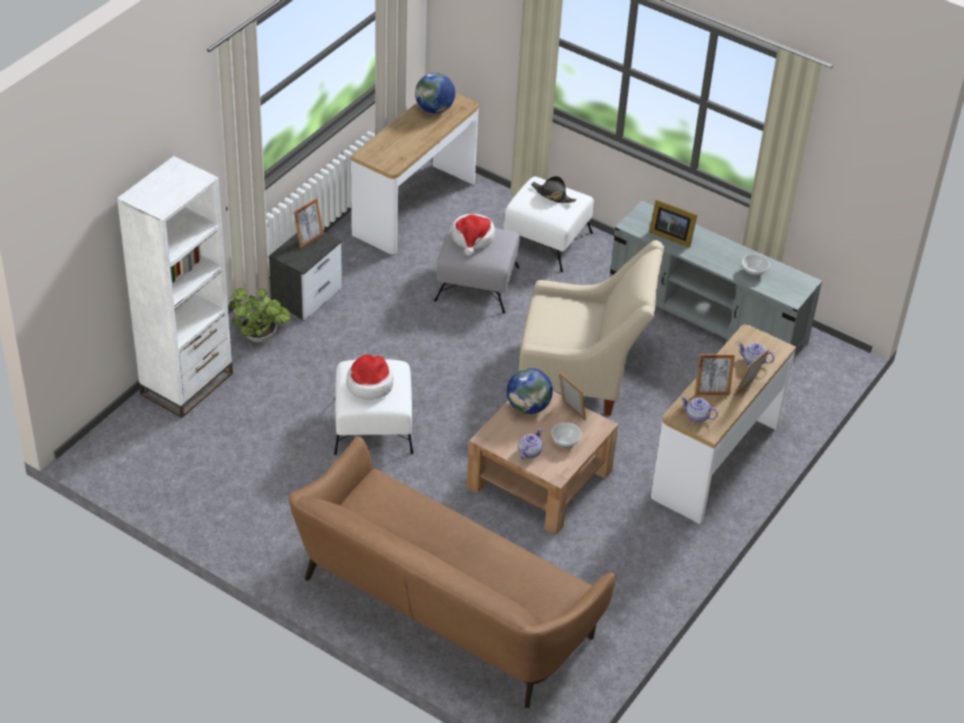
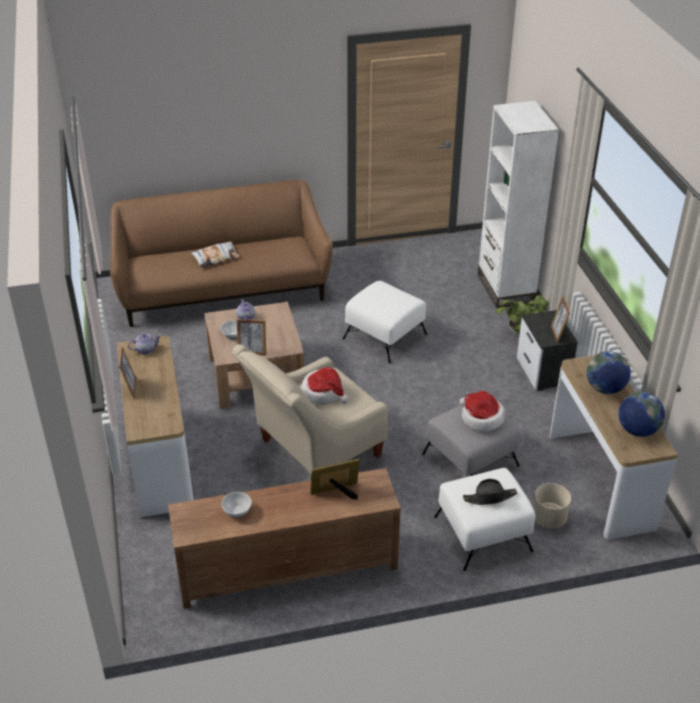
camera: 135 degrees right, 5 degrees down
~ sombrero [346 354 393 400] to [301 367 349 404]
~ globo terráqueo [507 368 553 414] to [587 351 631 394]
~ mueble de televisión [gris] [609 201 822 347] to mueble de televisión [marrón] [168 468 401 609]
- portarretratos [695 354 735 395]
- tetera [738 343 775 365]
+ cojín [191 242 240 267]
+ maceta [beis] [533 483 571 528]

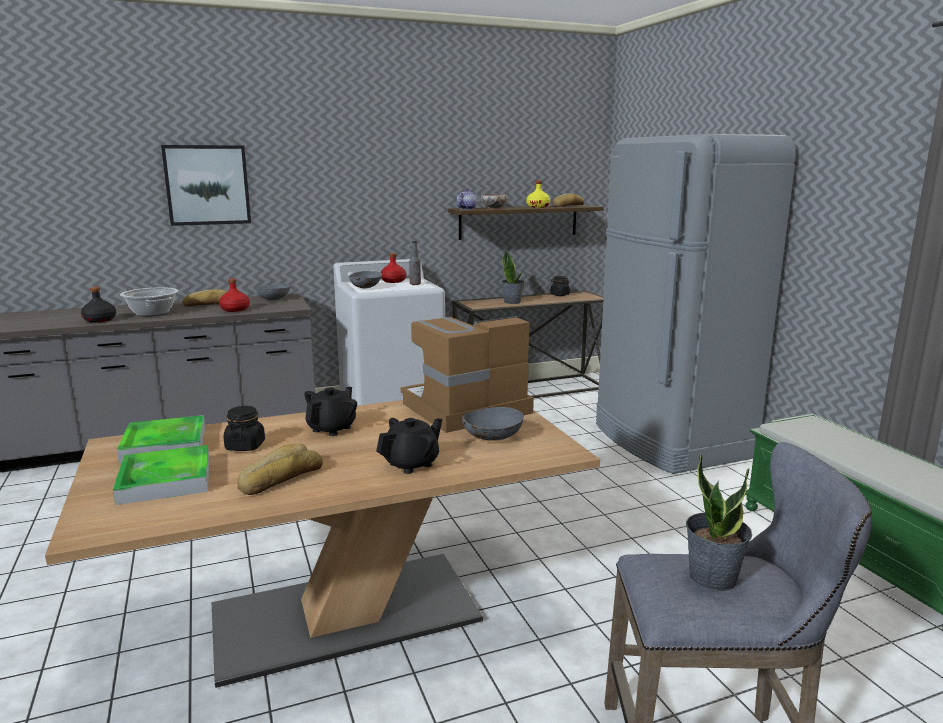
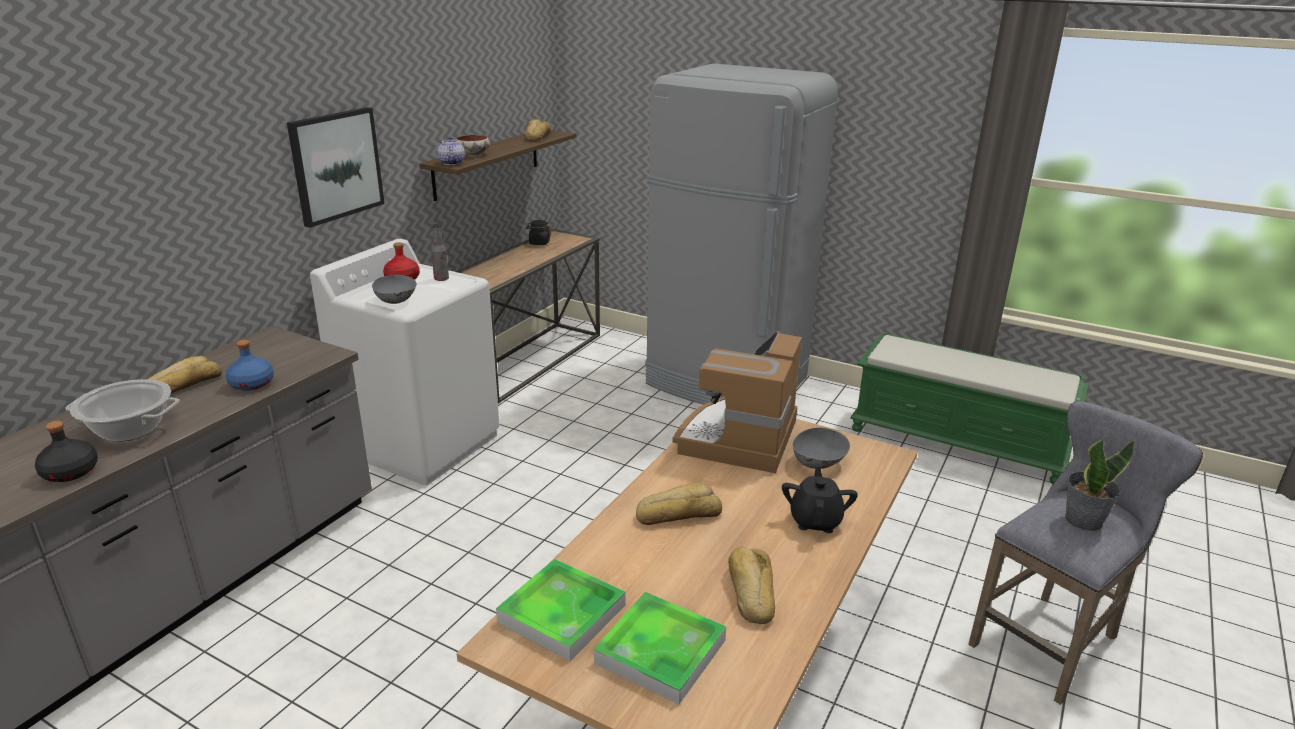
camera: 40 degrees left, 10 degrees up
~ cuadro [161 145 251 226] to [287 107 385 228]
~ botella [rojo] [219 278 250 312] to botella [azul] [226 340 274 391]
- tarro [negro] [224 406 265 451]
- cuenco [gris] [255 284 290 300]
~ tetera [negro] [305 387 357 436] to pan [636 483 722 525]
- planta en maceta [502 250 525 304]
- botella [amarillo] [526 180 550 208]

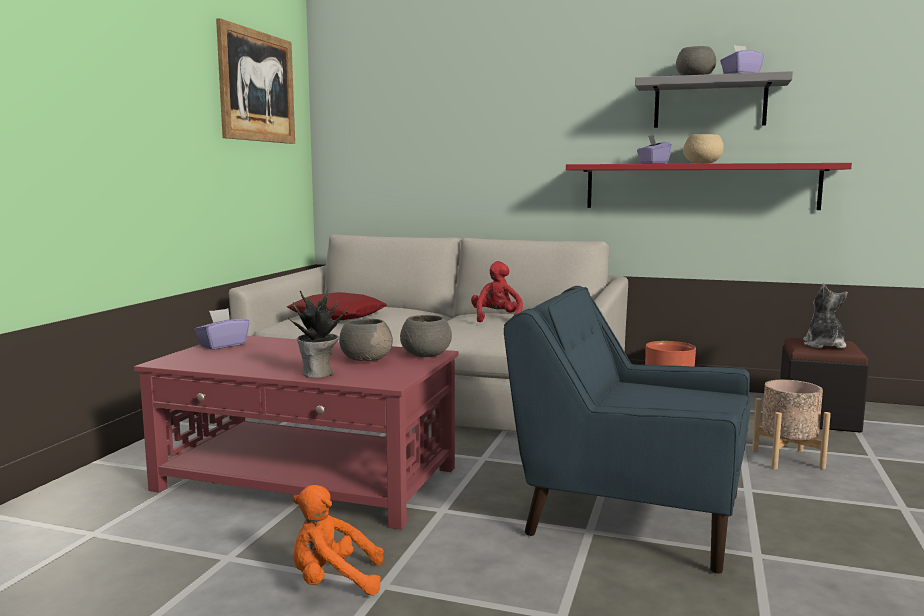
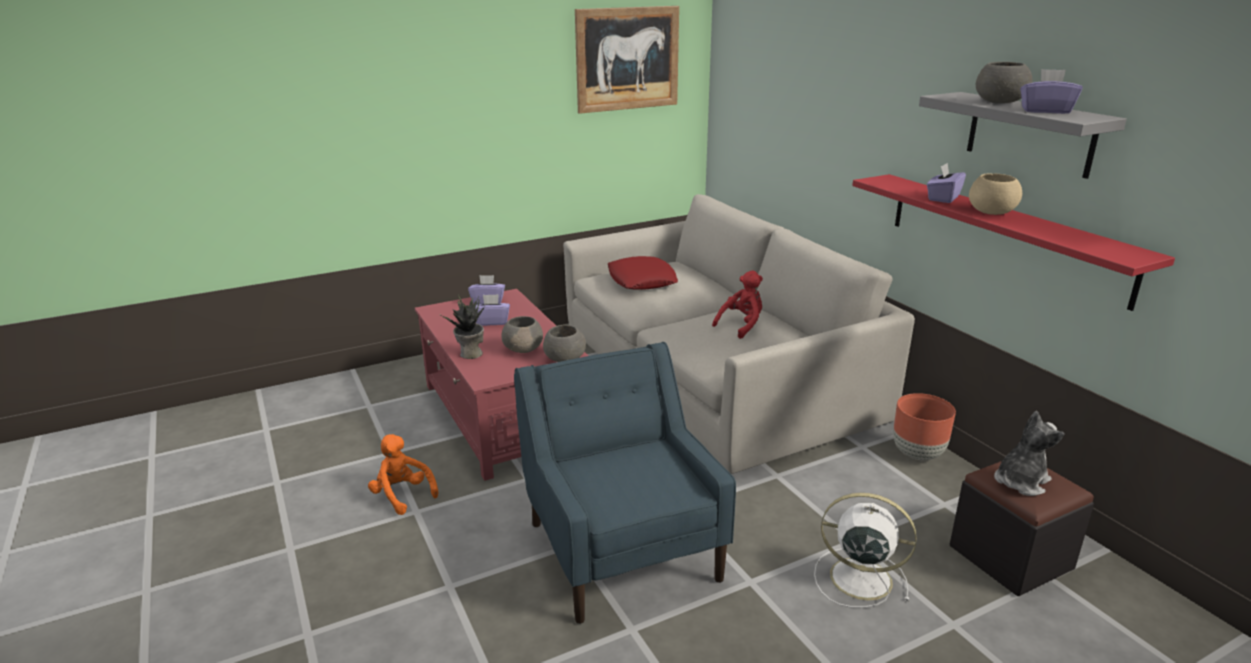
camera: 45 degrees right, 15 degrees up
~ maceta [beis] [752 380 831 470] to ventilador [blanco] [814 493 917 608]
+ caja de pañuelos [morado] [475 294 510 326]

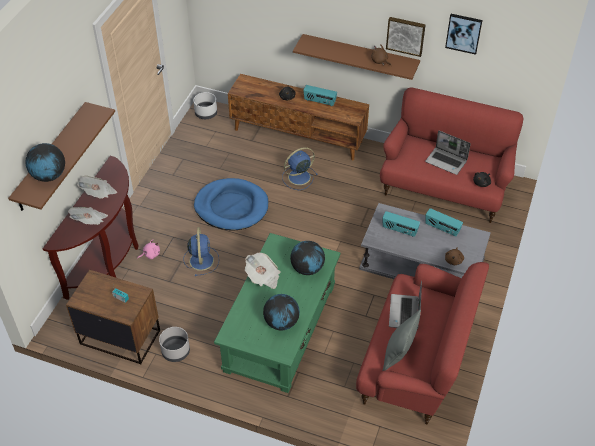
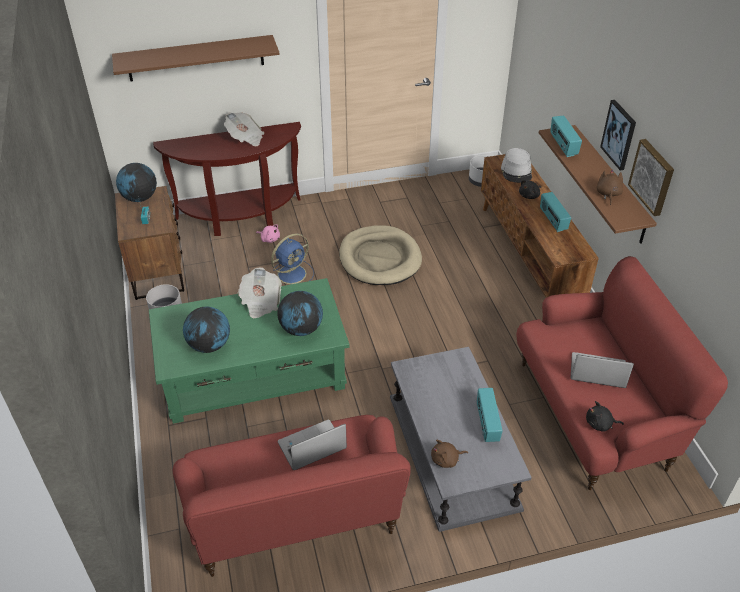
camera: 55 degrees right, 5 degrees down
~ globo terráqueo [25 143 65 182] to [116 163 157 202]
- periódico [68 207 108 225]
~ cama para perro [azul] [194 178 268 231] to cama para perro [beis] [339 225 422 285]
- ventilador [azul] [282 147 318 190]
~ radio [382 211 420 237] to [550 116 582 157]
- cojín [gris] [383 309 421 371]
~ portátil [425 131 471 175] = [571 352 634 388] 105 degrees clockwise
~ cuadro [445 14 482 55] to [600 100 636 171]
+ sombrero [gris] [501 148 532 183]

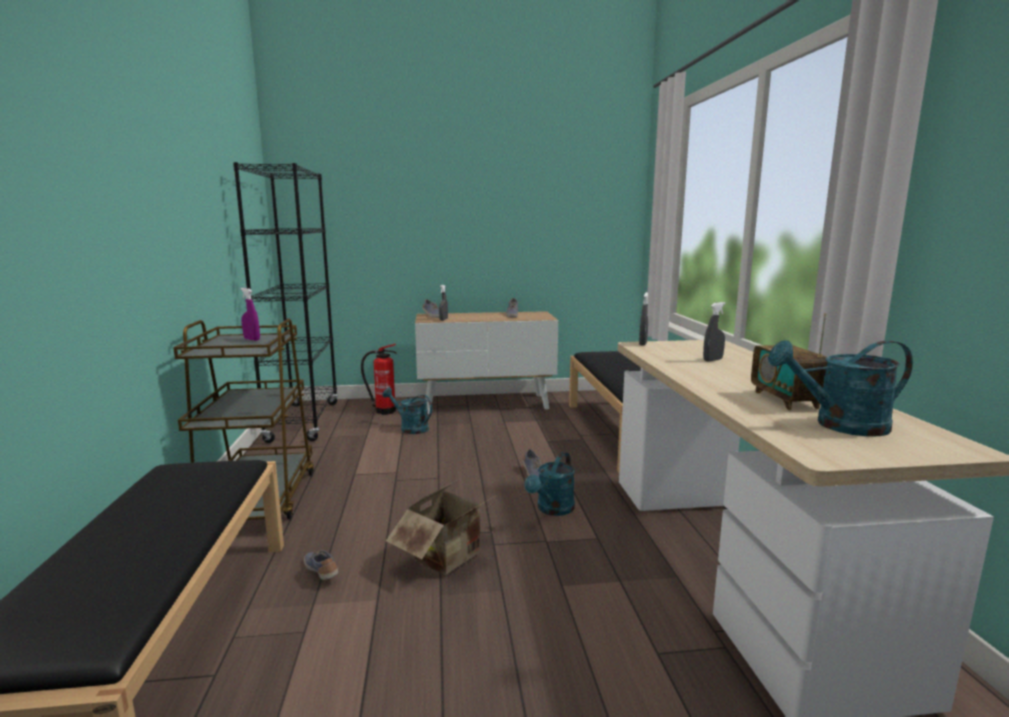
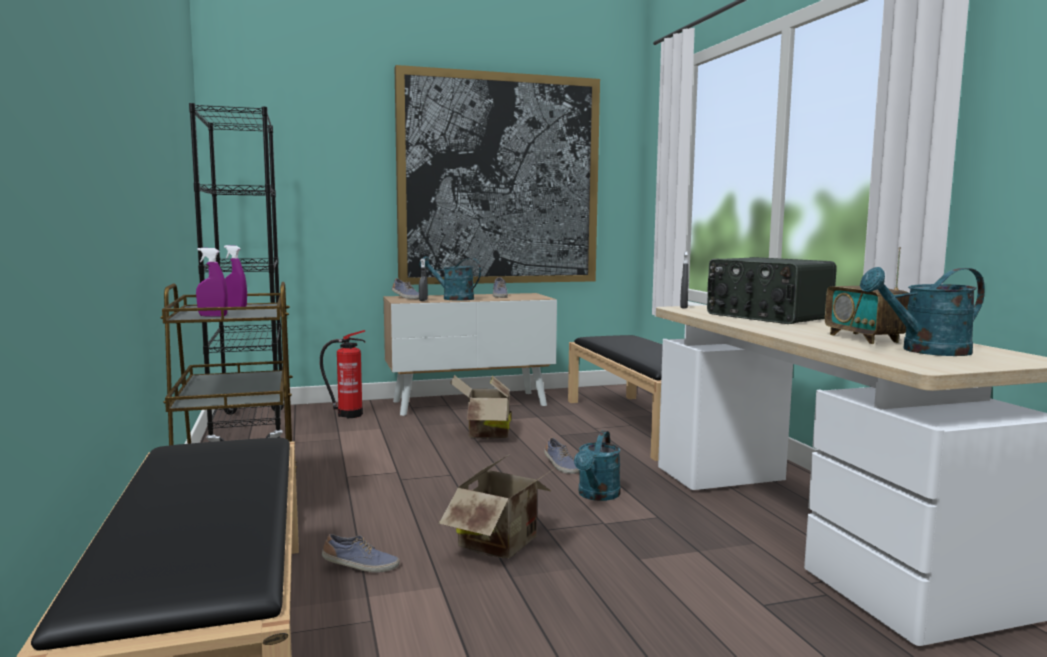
camera: 10 degrees left, 5 degrees down
~ zapato [304 550 338 580] = [322 534 400 573] 135 degrees clockwise
~ regadera [turquesa] [382 388 433 434] to [419 256 481 301]
~ pulverizador [gris] [703 302 726 361] to radio [707 257 837 324]
+ pulverizador [morado] [196 248 228 317]
+ cuadro [395 65 600 285]
+ caja de cartón [450 375 512 439]

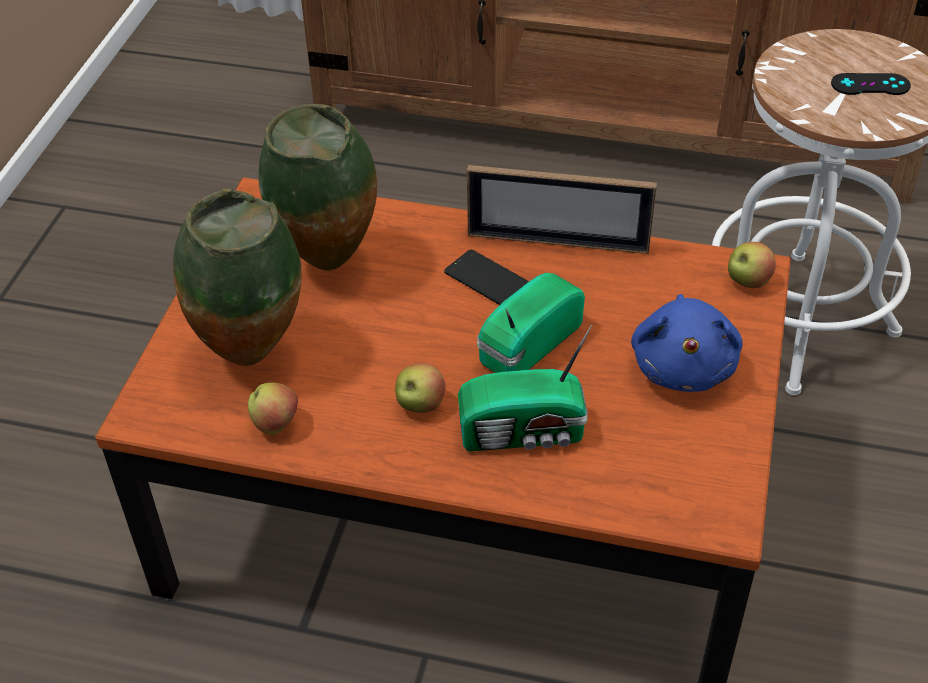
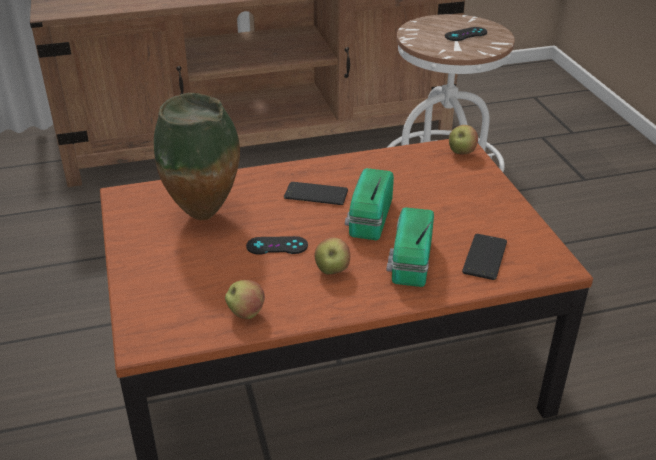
camera: 30 degrees left, 10 degrees down
- florero [173 188 302 366]
~ radio [458 324 593 451] = [386 207 434 287] 135 degrees clockwise
- portarretratos [467 165 657 254]
- peluche [azul] [631 294 742 392]
+ mando de consola [negro] [246 236 308 255]
+ móvil [462 234 507 280]

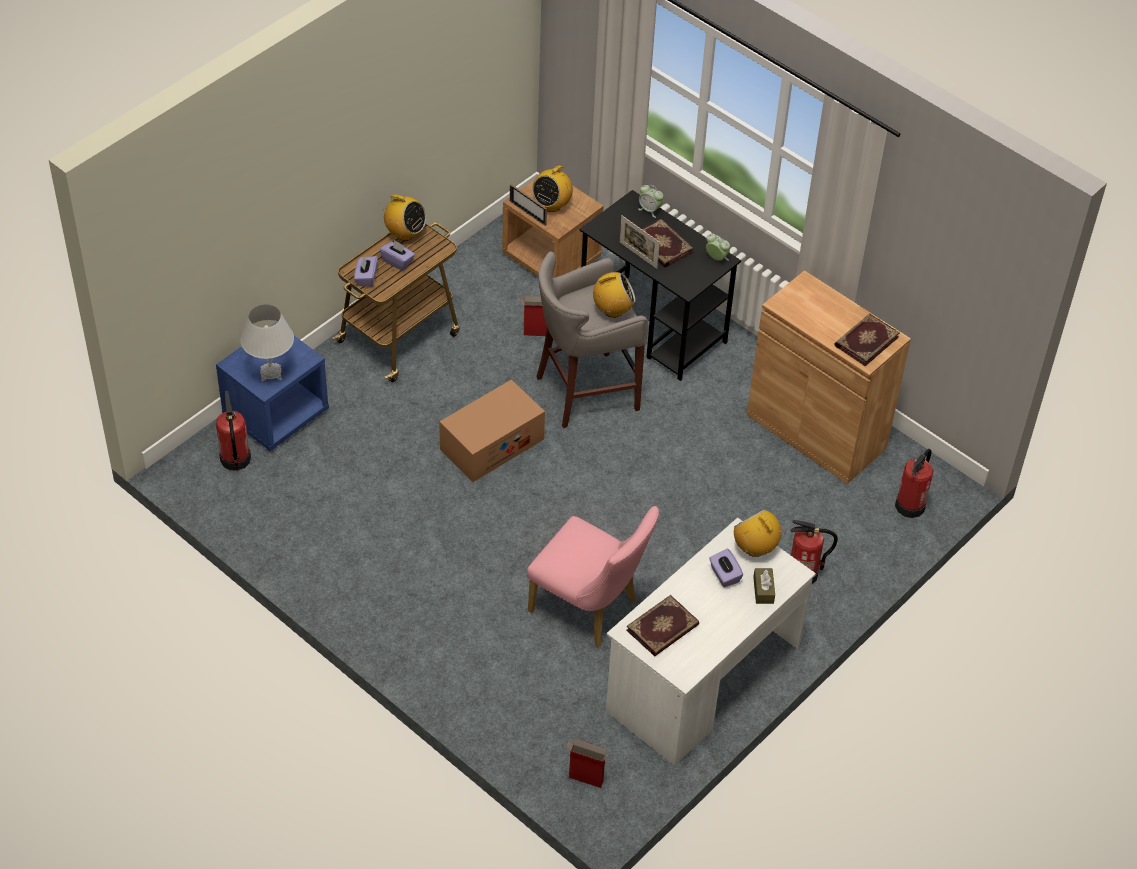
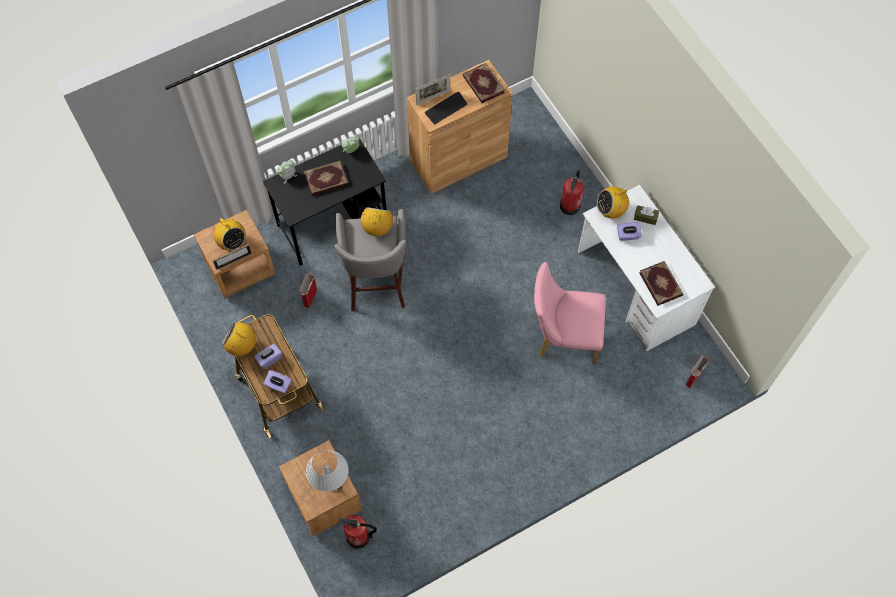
camera: 70 degrees left, 15 degrees up
~ mesita de noche [azul] [216 322 329 451] to mesita de noche [marrón] [279 440 362 536]
~ radio [379 194 426 241] = [222 322 257 356] 120 degrees counterclockwise
- caja de cartón [439 380 545 482]
~ silla [rosa] [527 506 659 647] = [534 262 606 364] 135 degrees counterclockwise
~ portarretratos [620 216 660 269] to [415 74 450 106]
- extintor [895 449 933 518]
+ teclado [425 92 467 124]

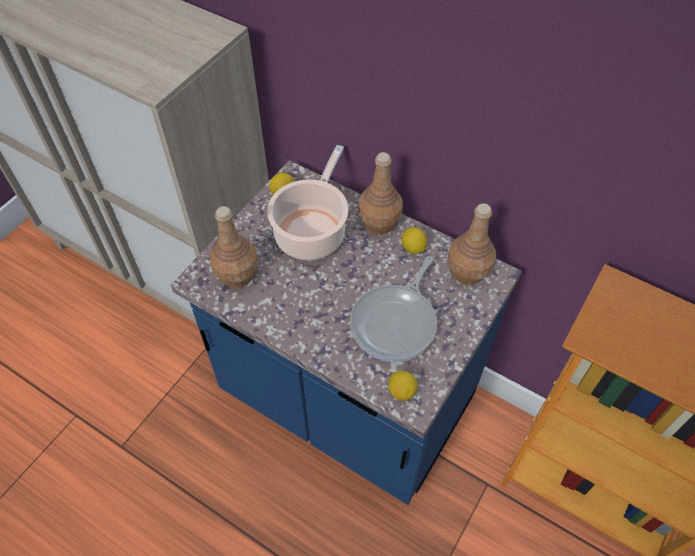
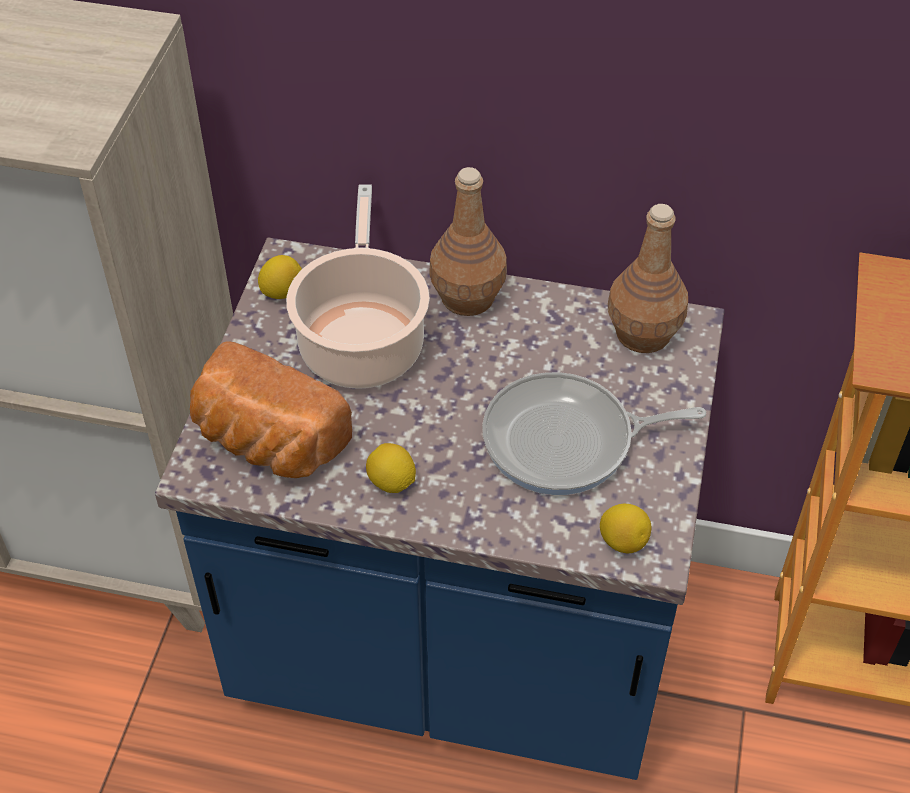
camera: 20 degrees left, 5 degrees down
~ botella [marrón] [210 206 258 288] to pan [190 341 352 478]
~ sartén [350 256 437 362] = [482 372 706 495] 75 degrees clockwise
~ limón [401 227 427 254] to [366 443 416 493]

